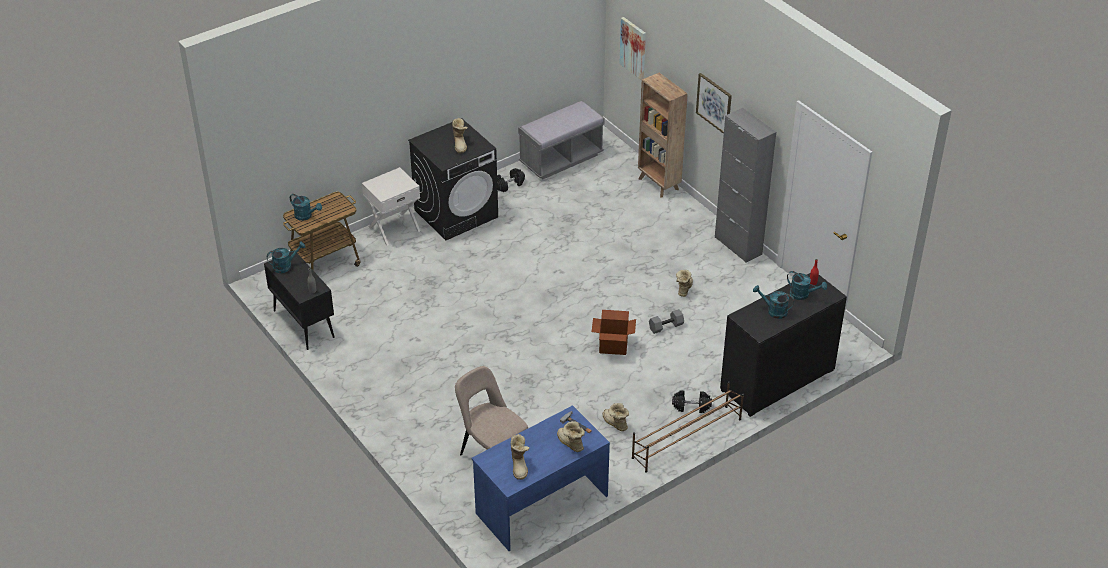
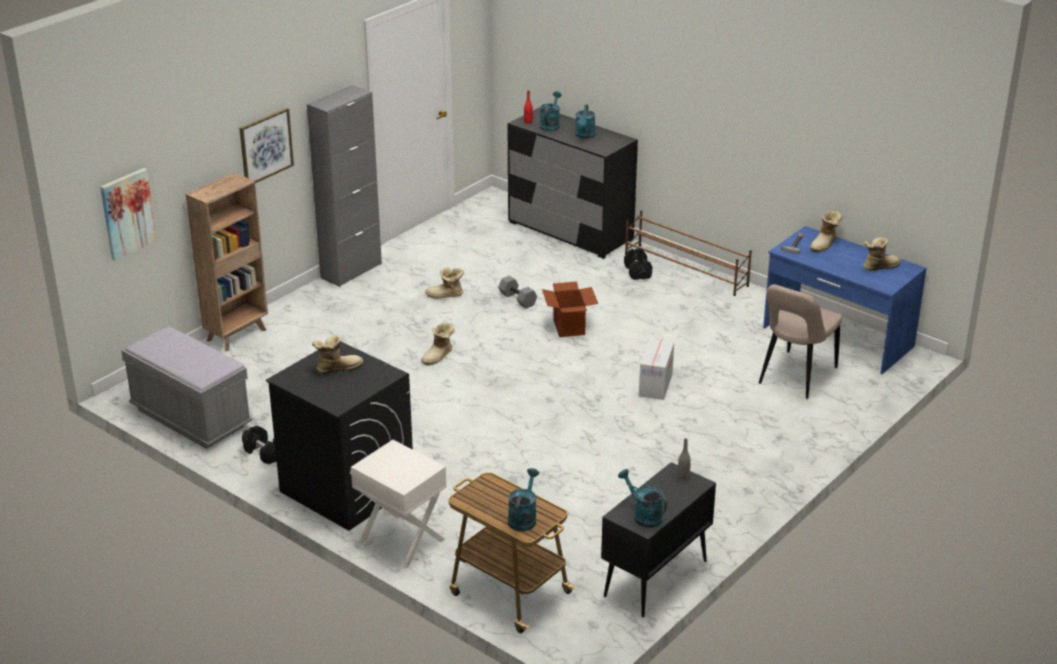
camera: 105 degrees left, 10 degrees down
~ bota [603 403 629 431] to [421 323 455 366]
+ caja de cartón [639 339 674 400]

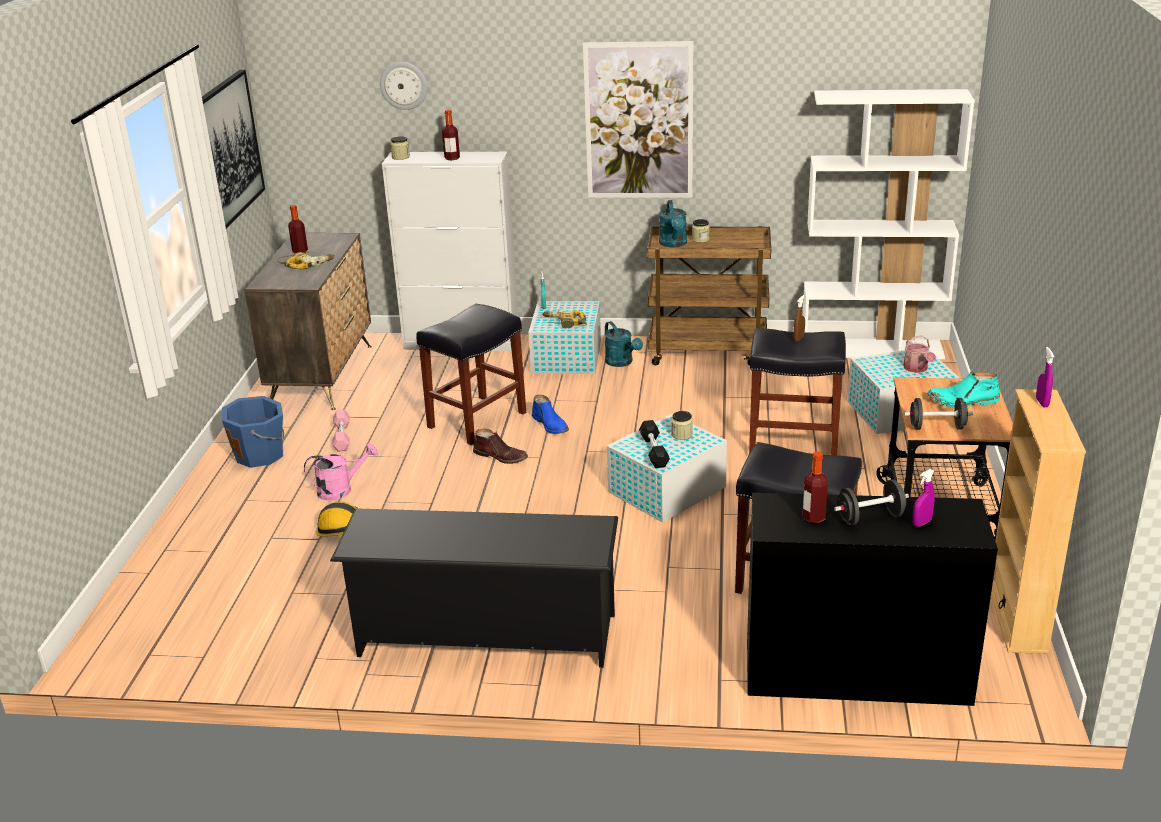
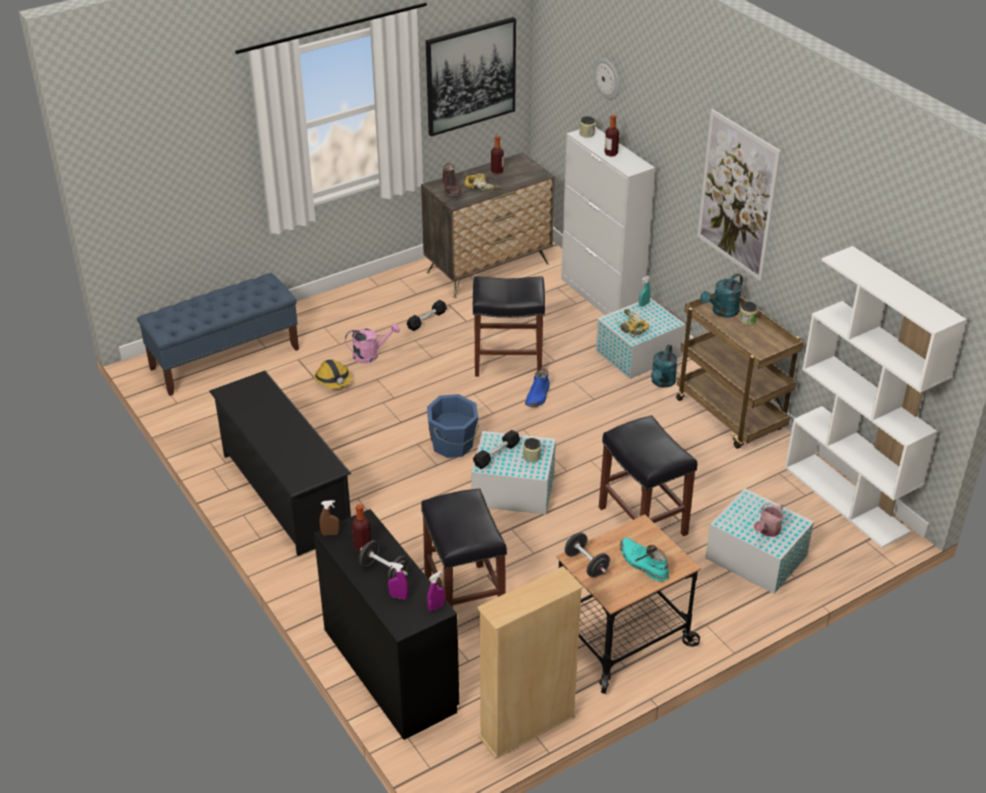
camera: 50 degrees right, 10 degrees up
~ cubo [azul] [222 396 284 468] to [427 394 479 458]
~ regadera [rosa] [304 443 378 501] = [345 323 400 363] 45 degrees counterclockwise
~ mancuerna [rosa] [332 409 350 452] to mancuerna [negro] [407 300 447 331]
~ bota [marrón] [473 429 528 464] to [443 163 461 197]
~ pulverizador [marrón] [793 295 805 342] to [319 500 340 536]
~ pulverizador [morado] [1036 347 1054 407] to [427 571 445 612]
+ banco [azul] [137 273 299 396]

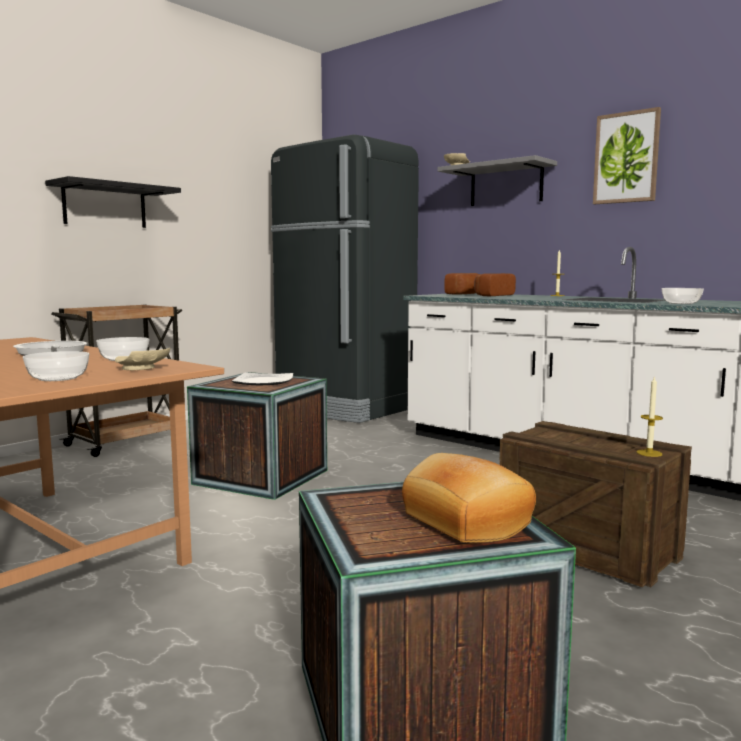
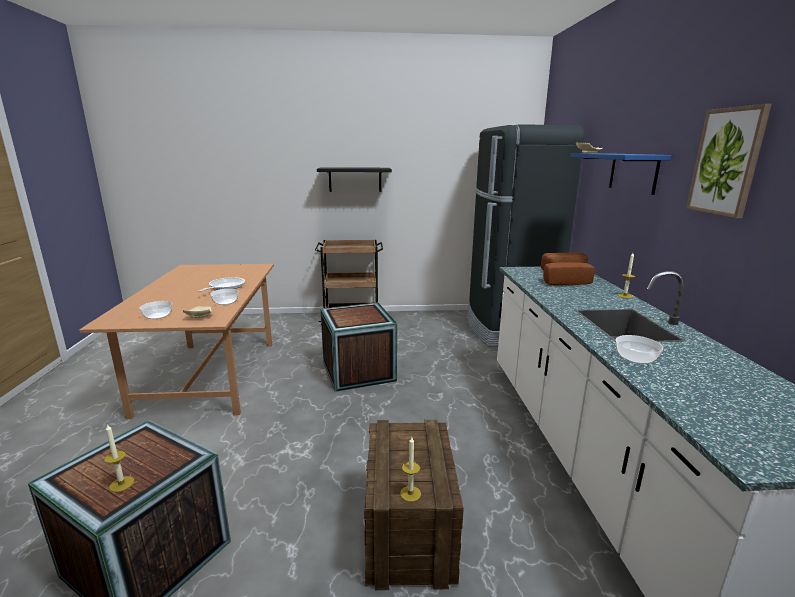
camera: 45 degrees right, 10 degrees up
- plato [232 373 293 385]
~ pan [402 453 536 543] to vela [104 424 134 492]
~ estante [gris] [437 155 557 206] to estante [azul] [571 153 671 195]

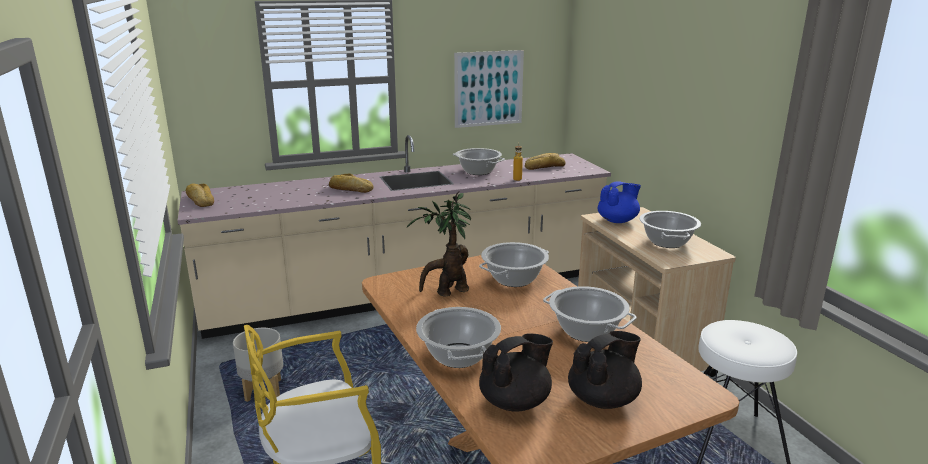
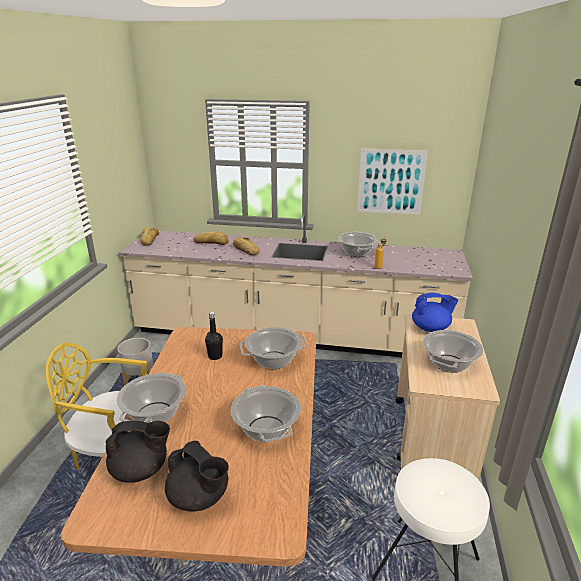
camera: 30 degrees right, 5 degrees up
~ planta en maceta [407 191 471 296] to botella [negro] [205 312 223 360]
~ pan [525 153 565 170] to [193 232 229 245]
~ tetera [negro] [568 331 642 409] = [165 441 229 512] 45 degrees clockwise

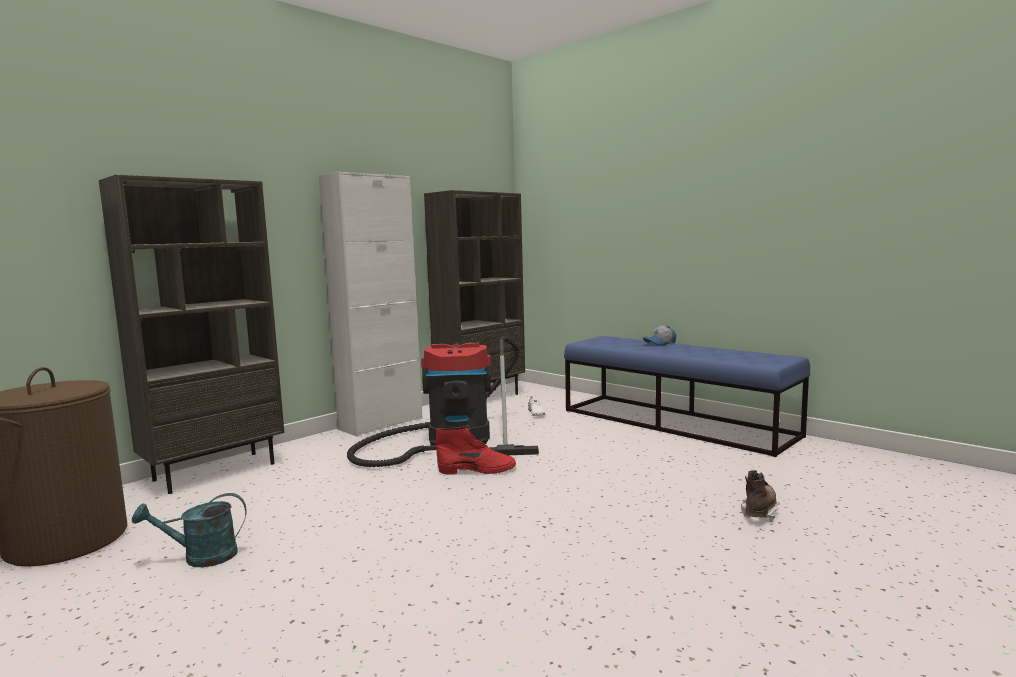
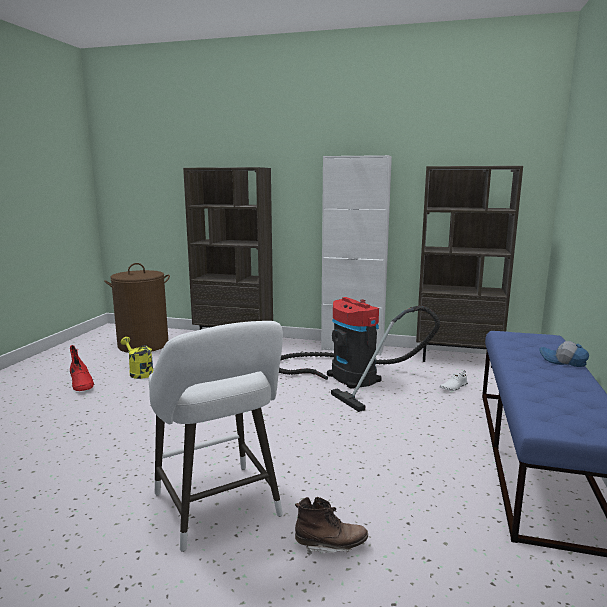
camera: 60 degrees right, 5 degrees up
~ regadera [turquesa] [132 493 247 567] to regadera [amarillo] [121 337 154 379]
~ bota [rojo] [436 425 516 475] to [70 345 94 391]
+ taburete [blanco] [149 321 283 552]

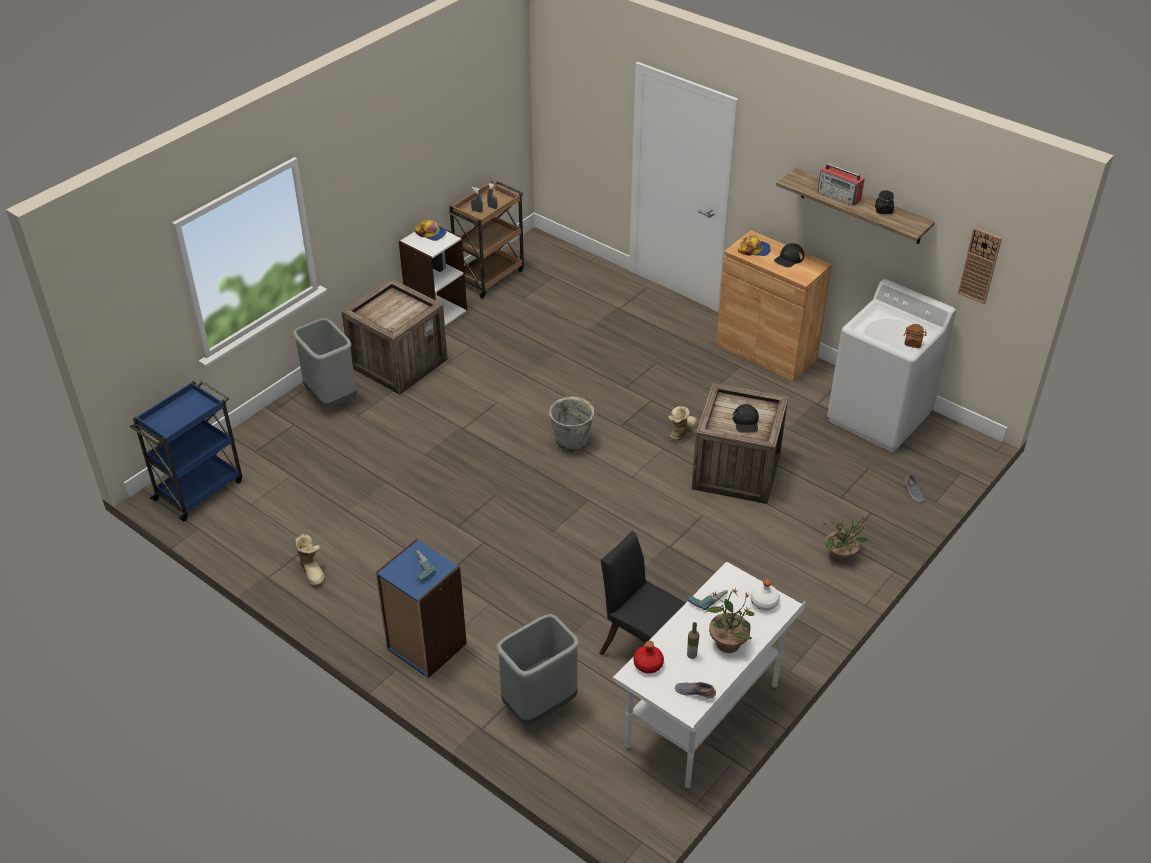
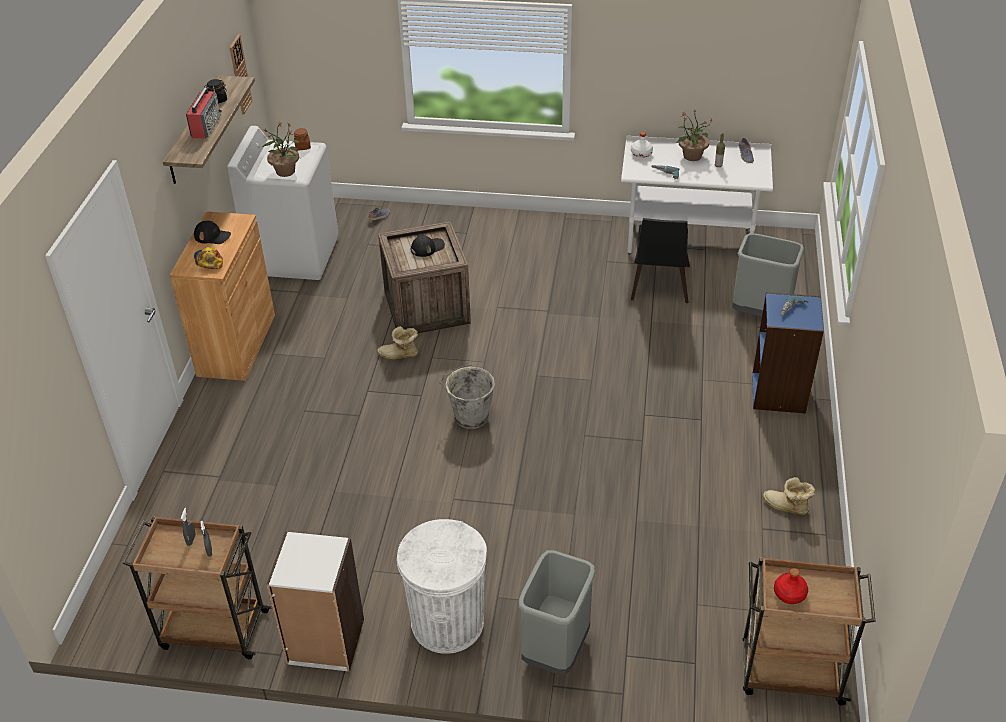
camera: 120 degrees left, 0 degrees up
~ carrito [azul] [130 381 242 521] to carrito [marrón] [743 557 875 705]
~ bota [295 534 325 586] = [763 477 815 515] 90 degrees counterclockwise
~ caja de embalaje [342 279 448 395] to papelera [blanco] [397 519 487 654]
- gorra [415 219 446 241]
~ botella [rojo] [634 641 664 674] to [774 568 808 604]
~ planta en maceta [823 512 870 563] to [262 122 300 177]

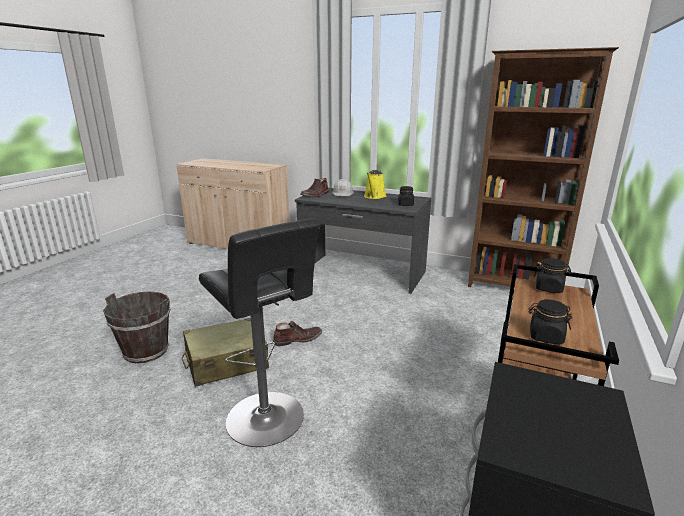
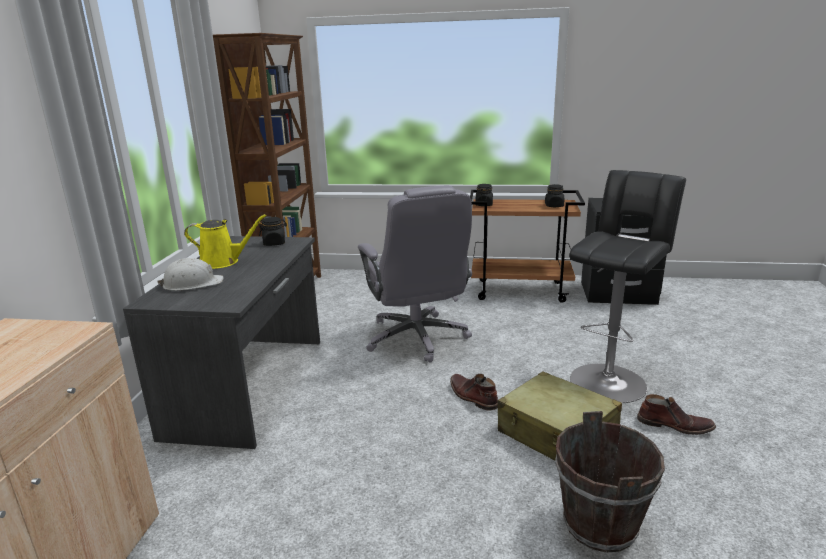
camera: 105 degrees left, 0 degrees up
~ bota [marrón] [300 178 329 198] to [637 394 716 435]
+ silla de oficina [gris] [358 185 472 363]

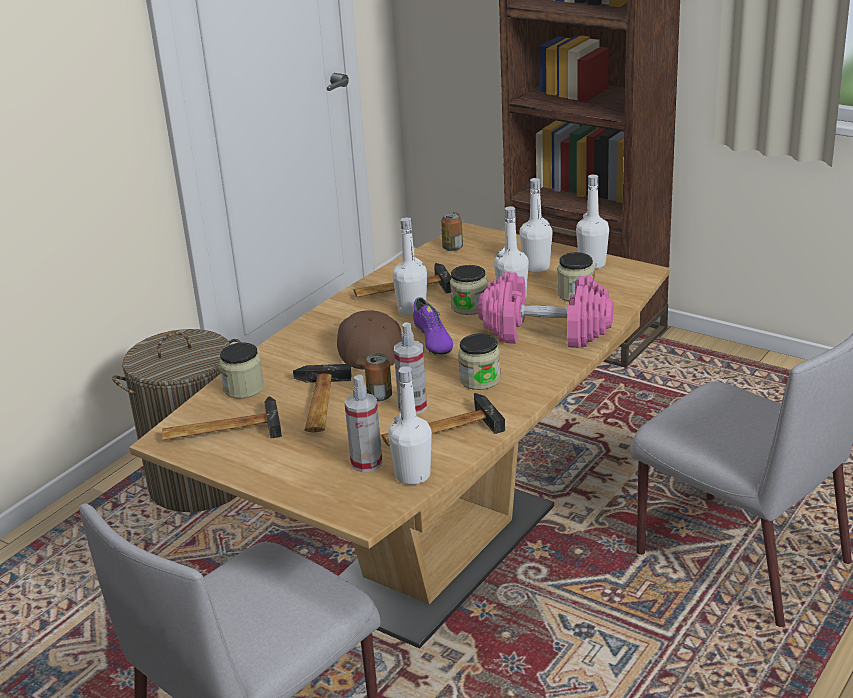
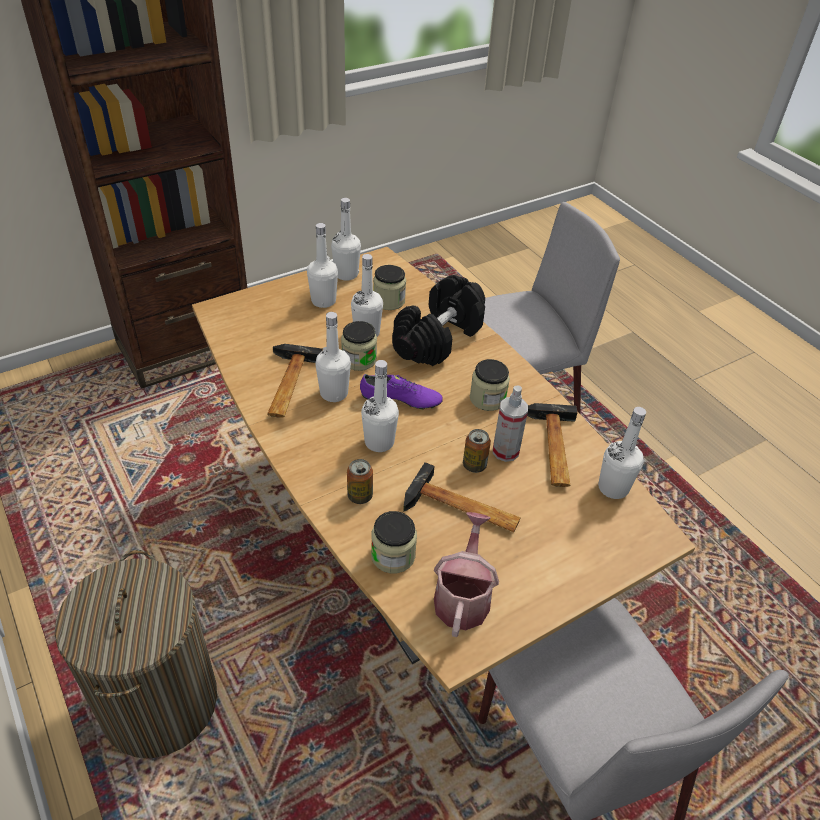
camera: 70 degrees left, 15 degrees up
~ martillo [162 396 282 440] to regadera [434 512 499 637]
~ gorra [marrón] [337 310 402 370] to botella [blanco] [361 360 399 452]
- pulverizador [345 375 382 473]
~ lata [441 212 463 251] to [347 459 373 504]
~ mancuerna [rosa] [478 272 614 348] to mancuerna [negro] [392 275 485 366]

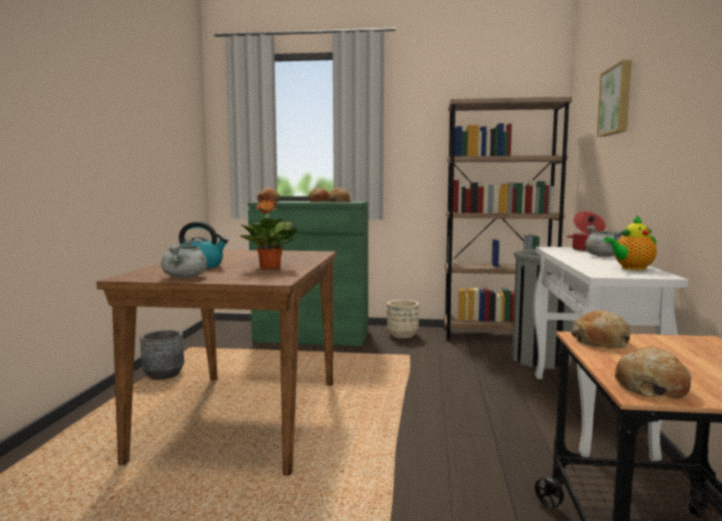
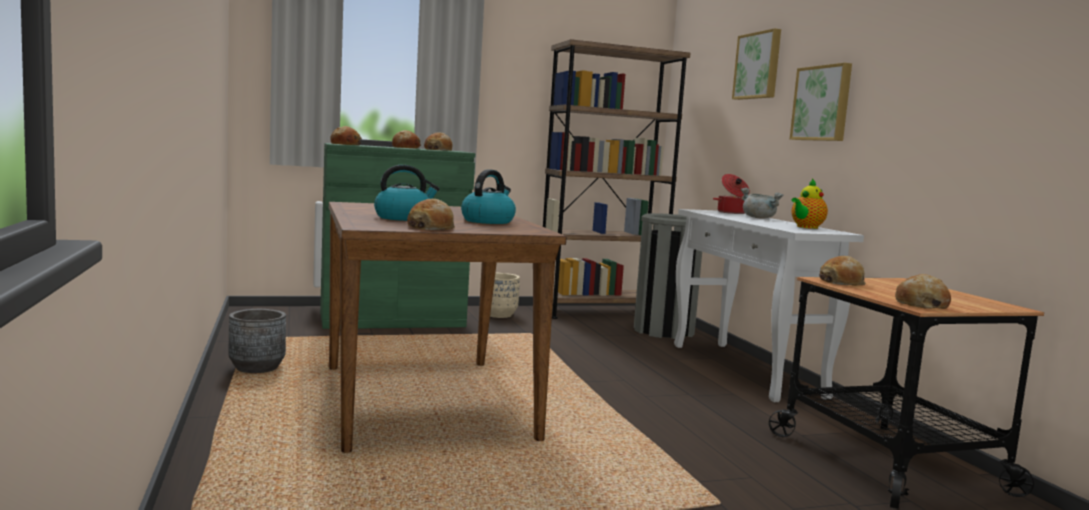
camera: 25 degrees left, 0 degrees up
~ olla [gris] [161 237 207 278] to pan [407 199 455 230]
~ planta en maceta [240 199 297 269] to hervidor [461 169 516 224]
+ cuadro [790 63 852 141]

